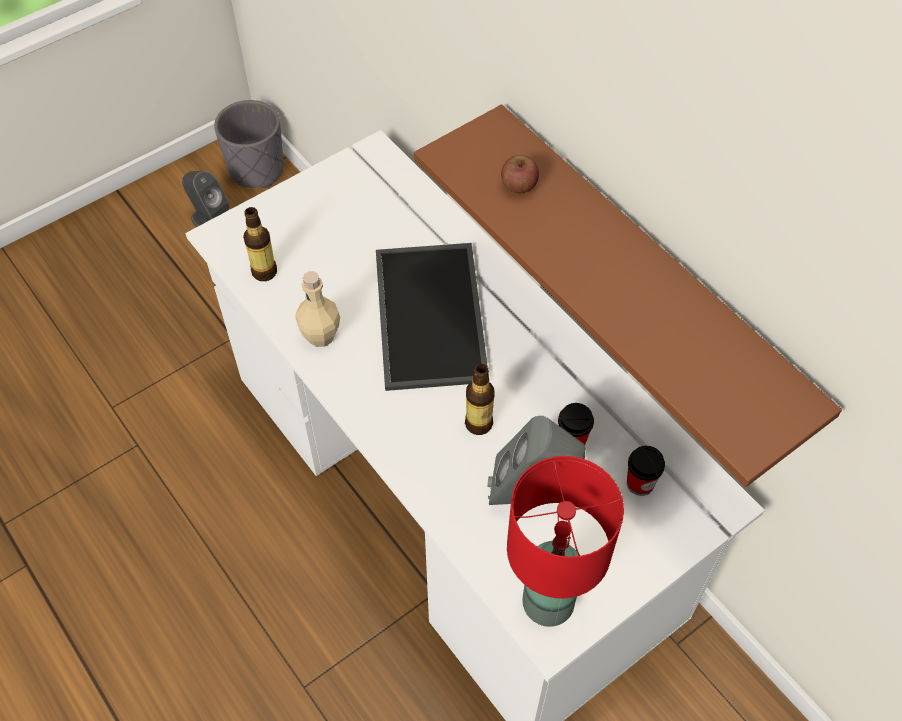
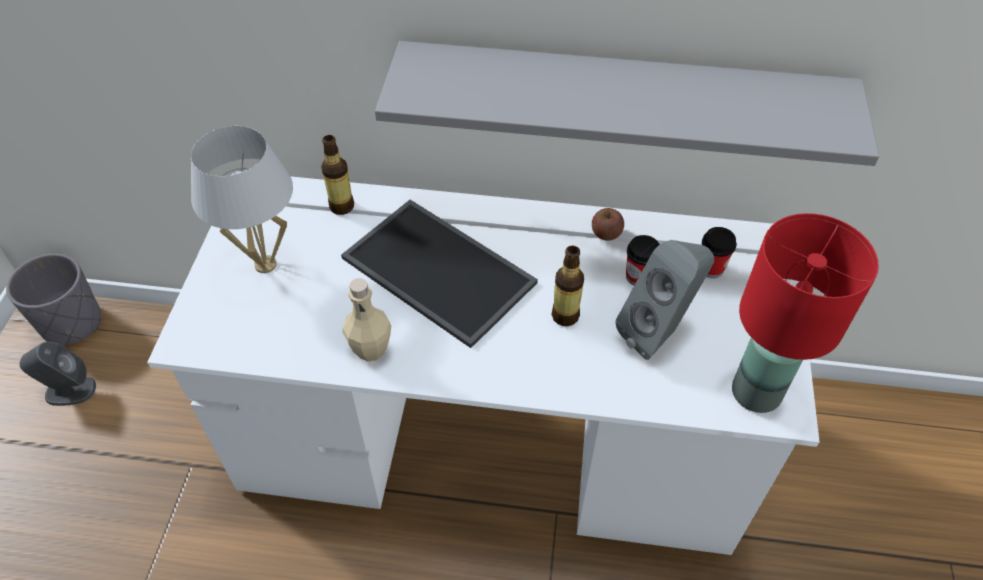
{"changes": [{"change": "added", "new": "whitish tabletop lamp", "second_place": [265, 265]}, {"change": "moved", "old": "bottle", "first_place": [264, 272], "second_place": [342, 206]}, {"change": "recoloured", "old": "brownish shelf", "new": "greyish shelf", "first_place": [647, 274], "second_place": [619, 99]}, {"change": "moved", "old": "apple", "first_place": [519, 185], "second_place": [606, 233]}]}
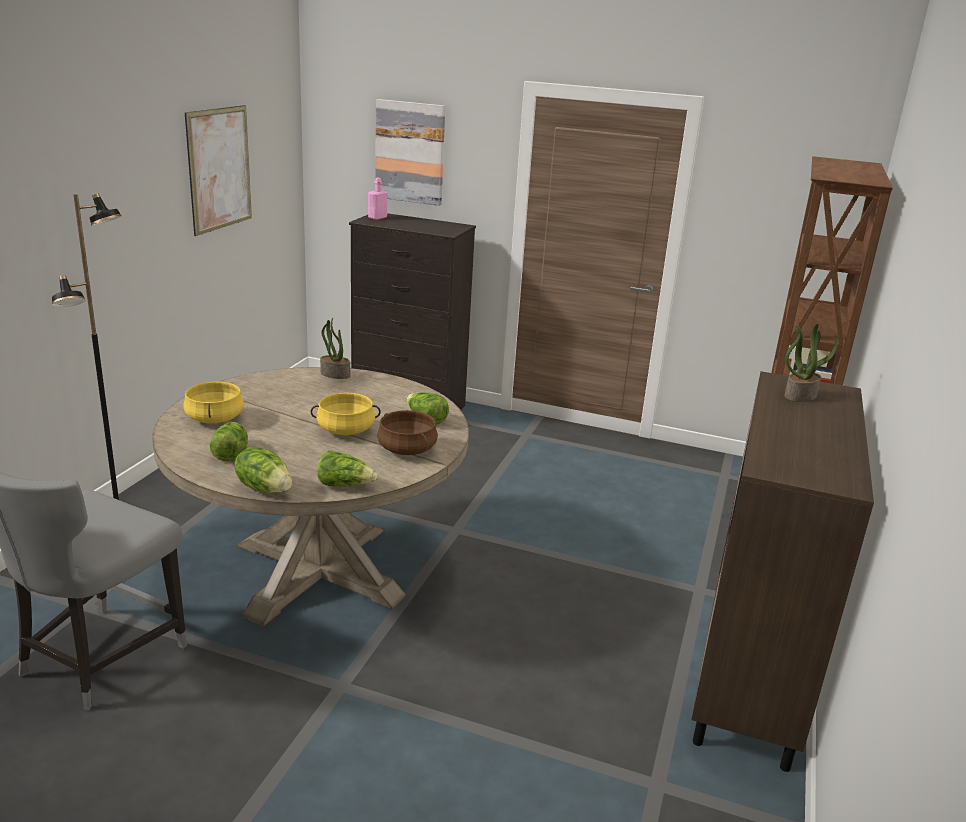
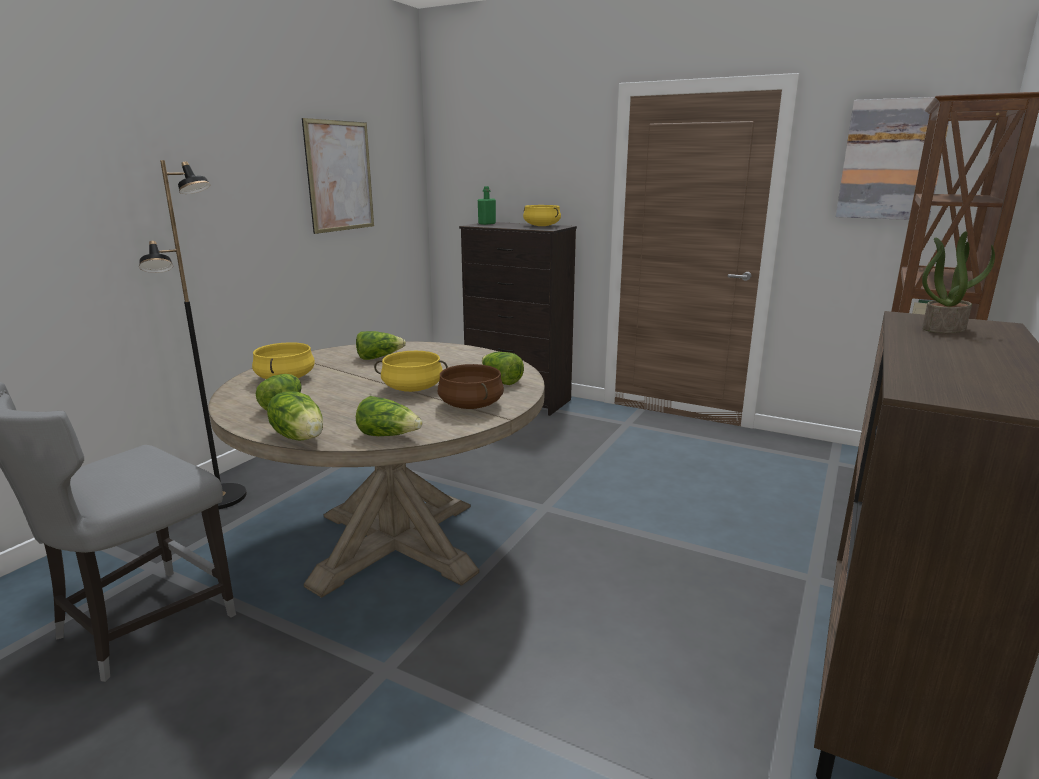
{"changes": [{"change": "added", "new": "lettuce", "second_place": [379, 357]}, {"change": "recoloured", "old": "pink-coloured bottle", "new": "greenish bottle", "first_place": [377, 218], "second_place": [487, 223]}, {"change": "added", "new": "yellow stockpot", "second_place": [541, 226]}, {"change": "moved", "old": "picture", "first_place": [410, 152], "second_place": [891, 160]}, {"change": "removed", "old": "plant in a pot", "first_place": [334, 374]}]}
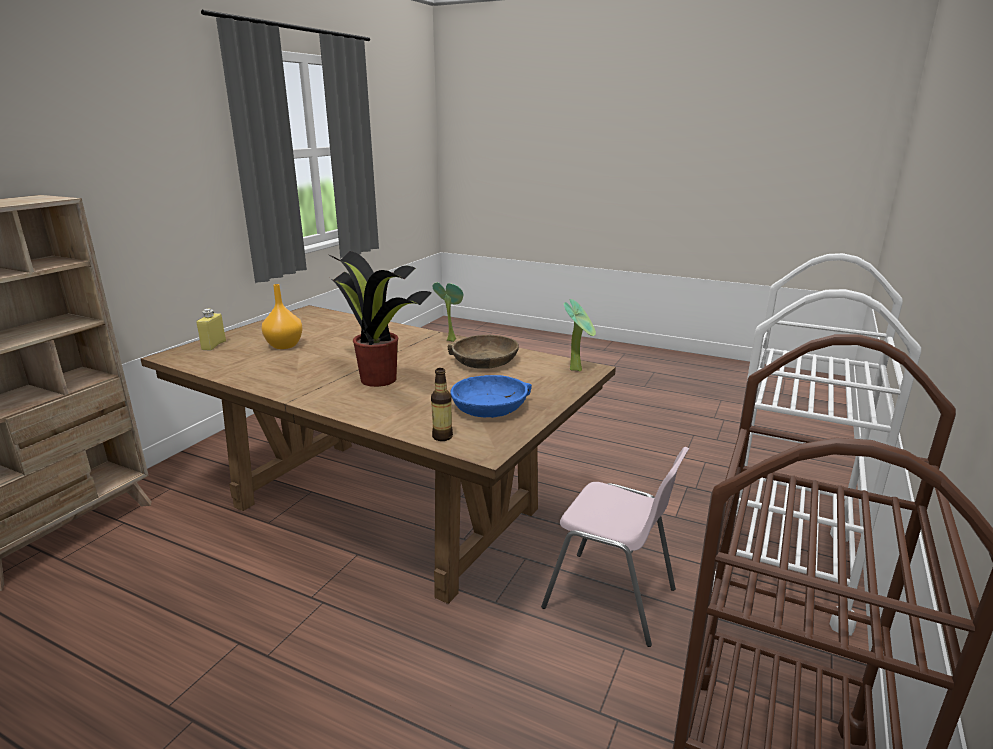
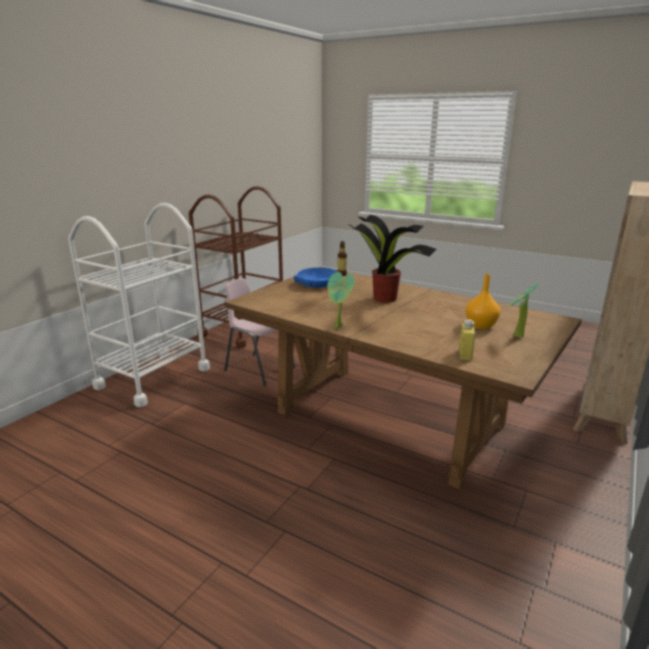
{"changes": [{"change": "moved", "old": "yellow bottle", "first_place": [214, 345], "second_place": [465, 354]}, {"change": "moved", "old": "plant in a pot", "first_place": [577, 369], "second_place": [516, 337]}, {"change": "removed", "old": "brownish bowl", "first_place": [484, 361]}]}
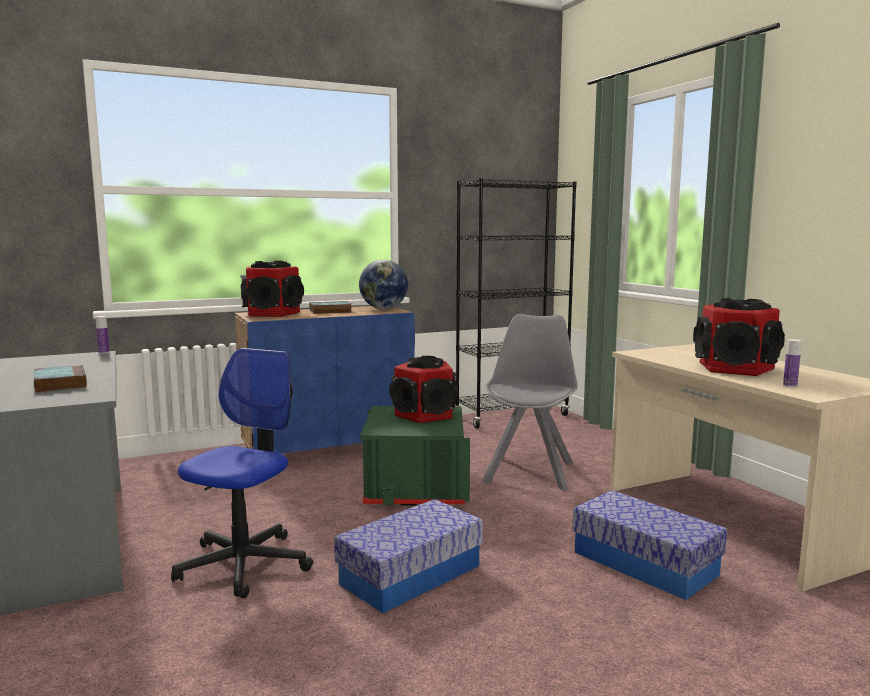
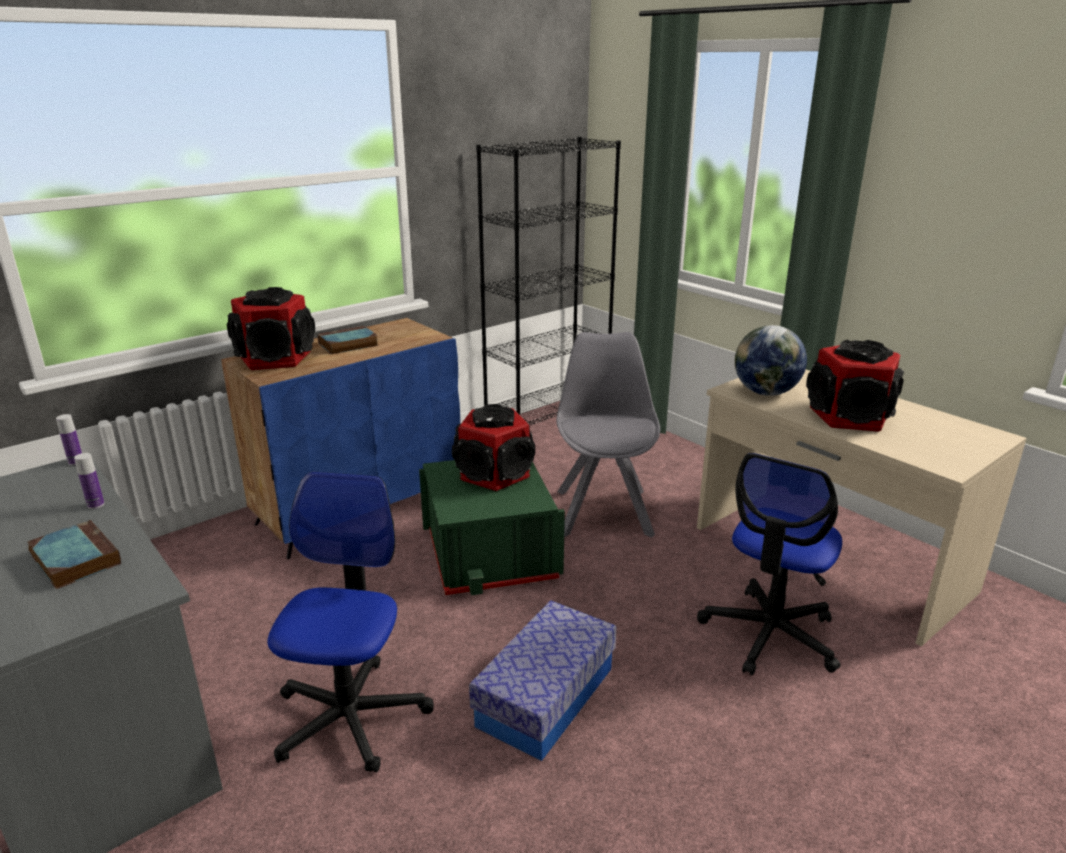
{"changes": [{"change": "moved", "old": "bottle", "first_place": [790, 385], "second_place": [96, 505]}, {"change": "replaced", "old": "storage container", "new": "desk chair", "first_place": [644, 563], "second_place": [770, 634]}, {"change": "moved", "old": "globe", "first_place": [383, 309], "second_place": [765, 393]}]}
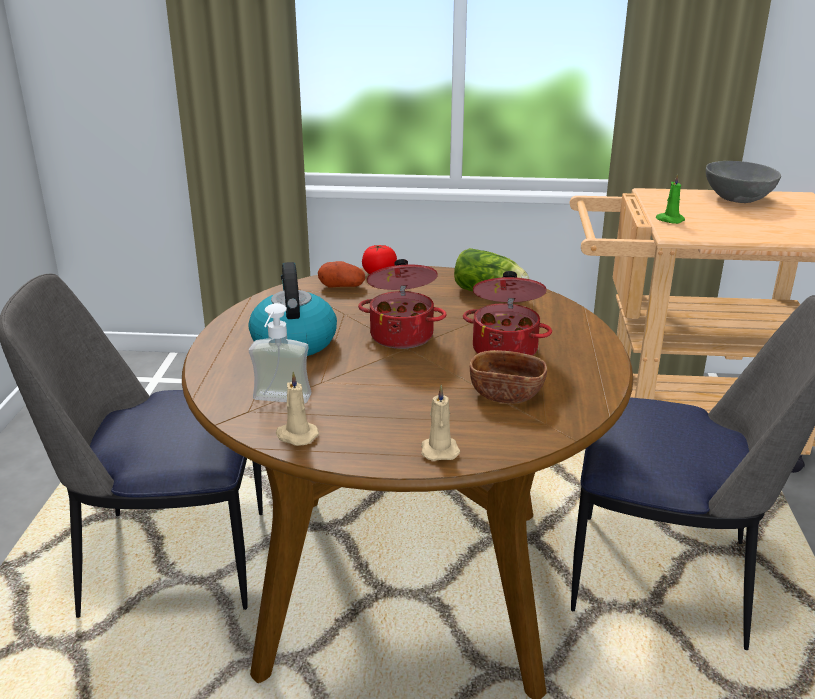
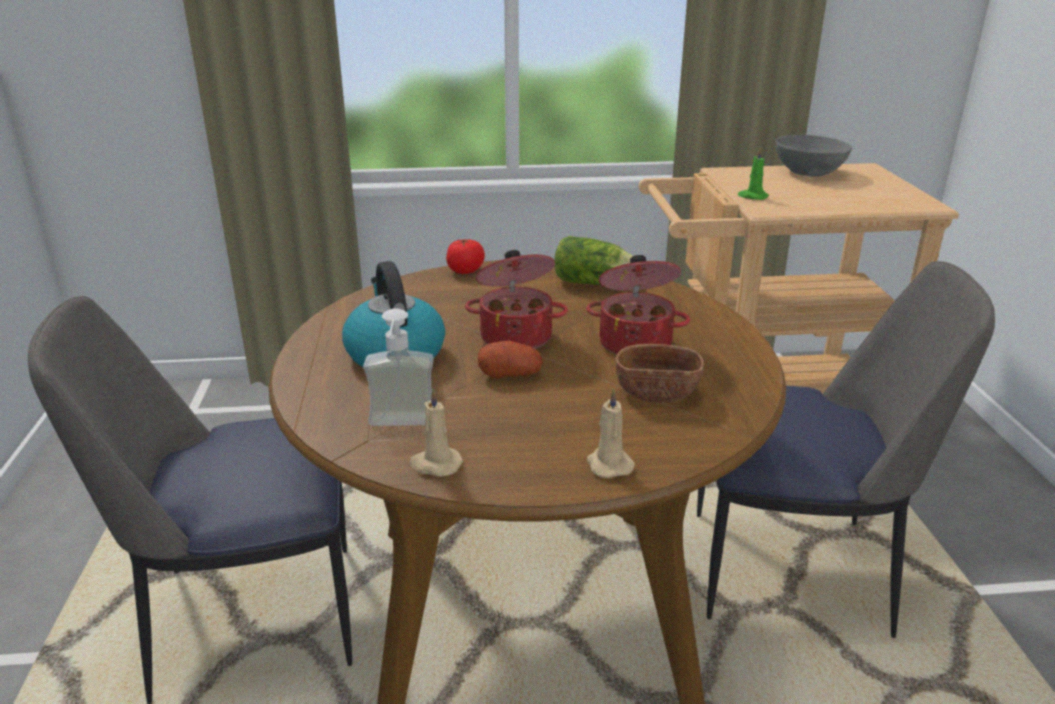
{"changes": [{"change": "moved", "old": "whole potato", "first_place": [342, 286], "second_place": [510, 374]}]}
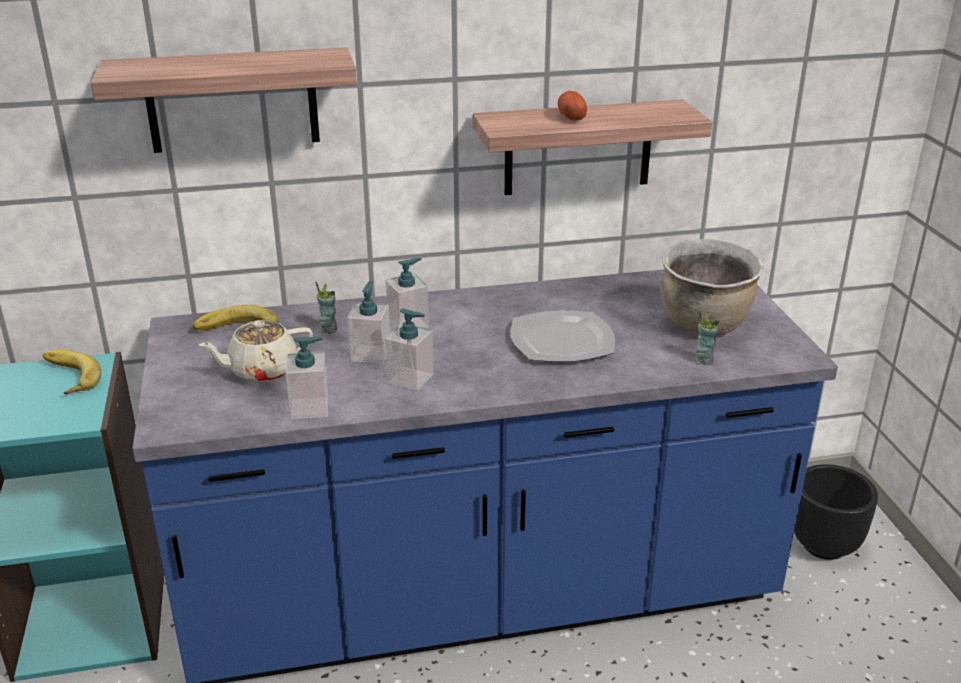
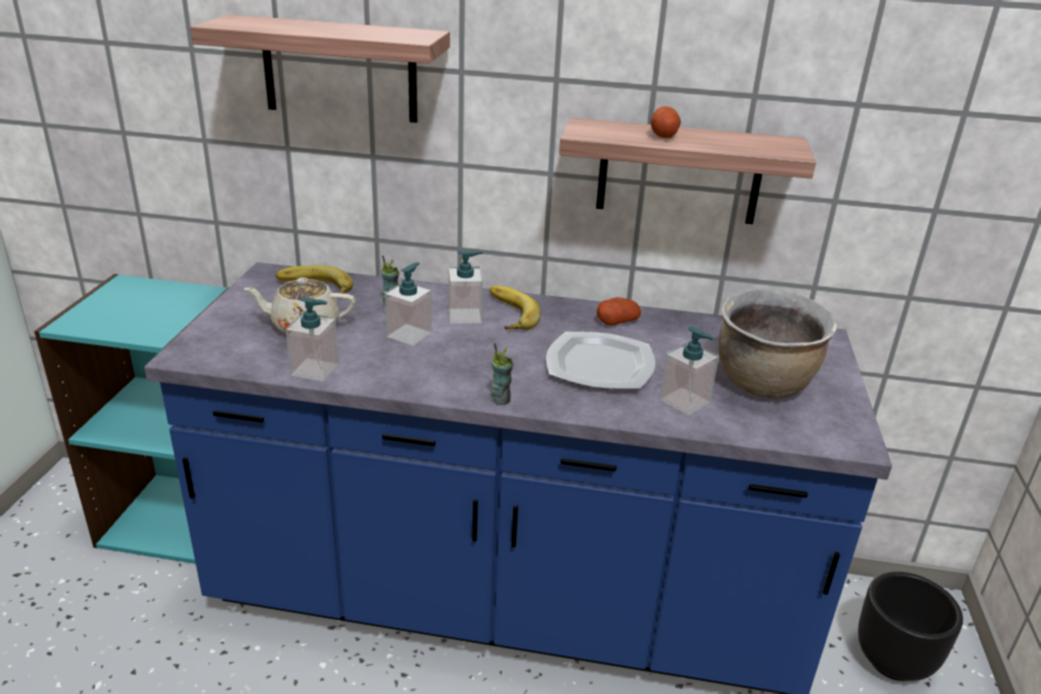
{"changes": [{"change": "moved", "old": "banana", "first_place": [66, 377], "second_place": [507, 314]}, {"change": "moved", "old": "drinking cup", "first_place": [703, 360], "second_place": [500, 399]}, {"change": "added", "new": "whole potato", "second_place": [617, 322]}, {"change": "moved", "old": "soap dispenser", "first_place": [410, 379], "second_place": [685, 401]}]}
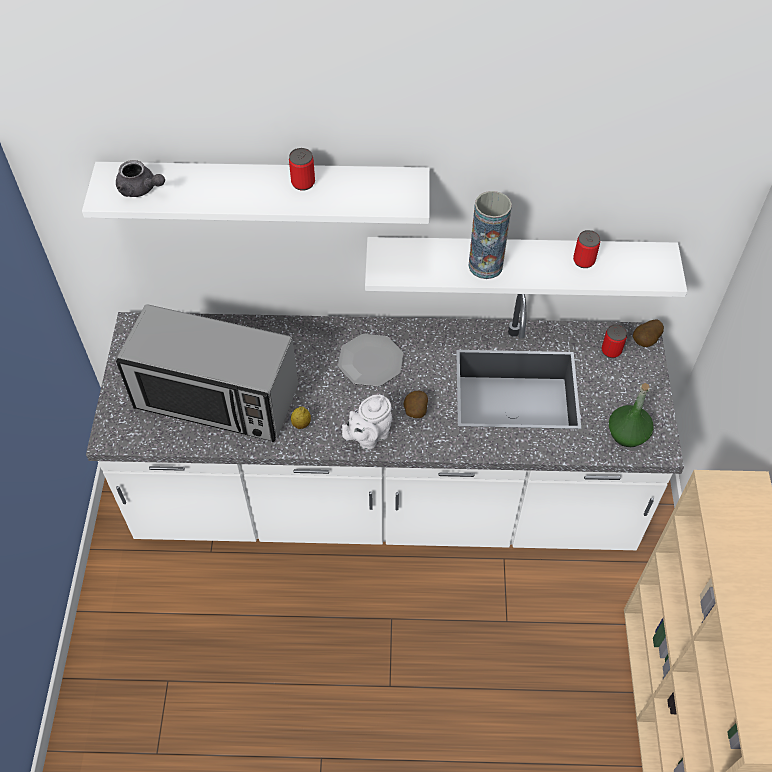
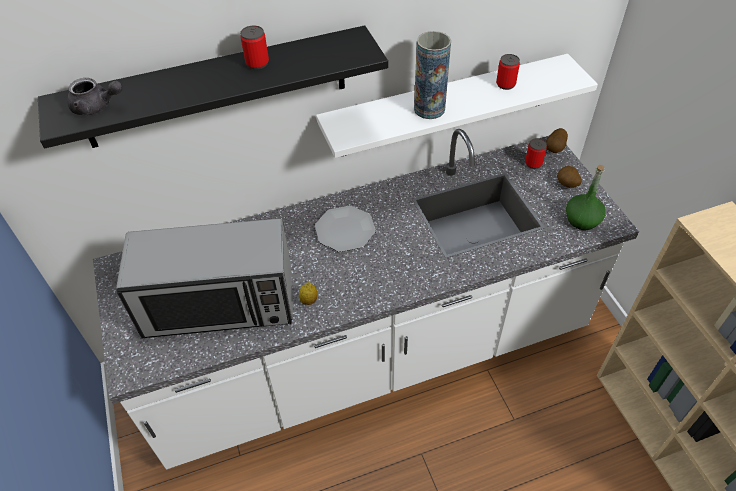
{"changes": [{"change": "recoloured", "old": "whitish shelf", "new": "black-coloured shelf", "first_place": [265, 190], "second_place": [216, 88]}, {"change": "moved", "old": "whole potato", "first_place": [414, 412], "second_place": [566, 185]}, {"change": "removed", "old": "whitish pot for tea", "first_place": [368, 436]}]}
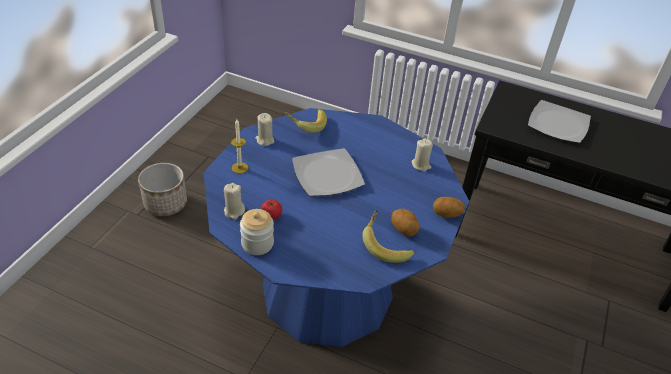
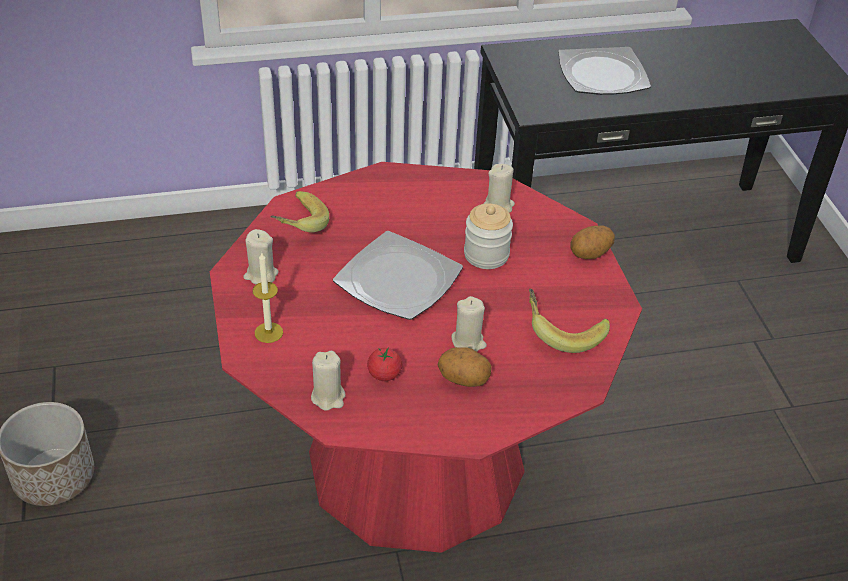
{"changes": [{"change": "recoloured", "old": "bluish kitchen table", "new": "reddish kitchen table", "first_place": [327, 290], "second_place": [416, 461]}, {"change": "moved", "old": "whole potato", "first_place": [404, 230], "second_place": [464, 379]}, {"change": "added", "new": "sand-coloured wax light", "second_place": [468, 342]}, {"change": "moved", "old": "storage jar", "first_place": [257, 243], "second_place": [486, 255]}]}
